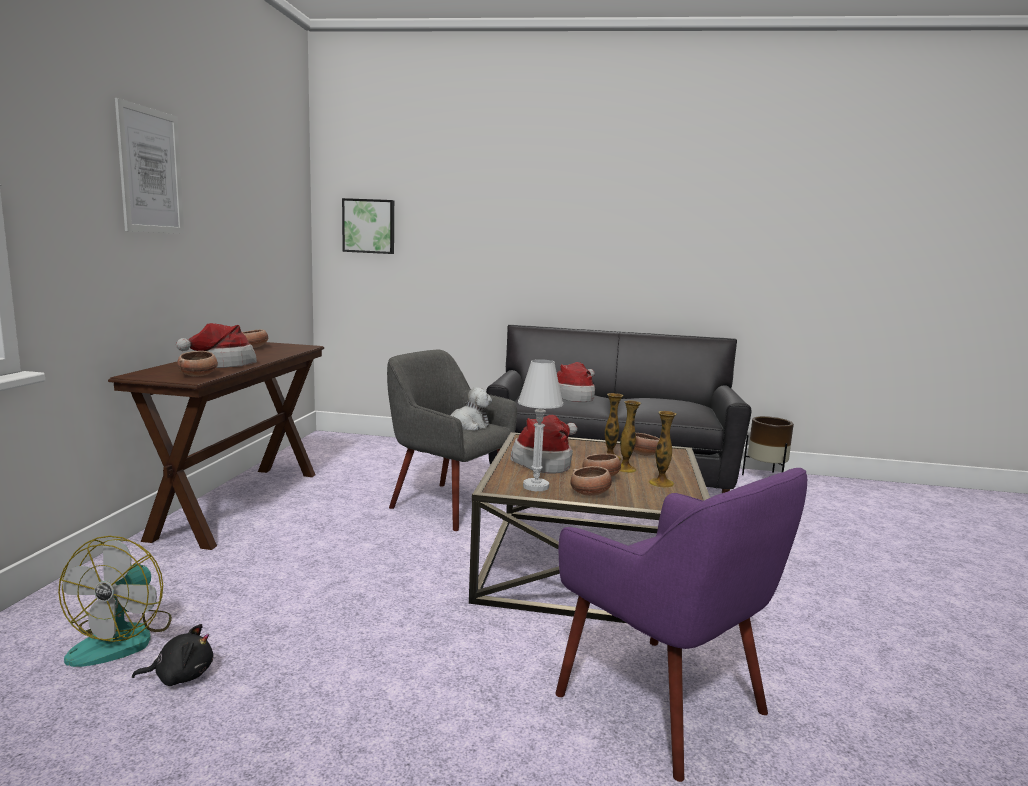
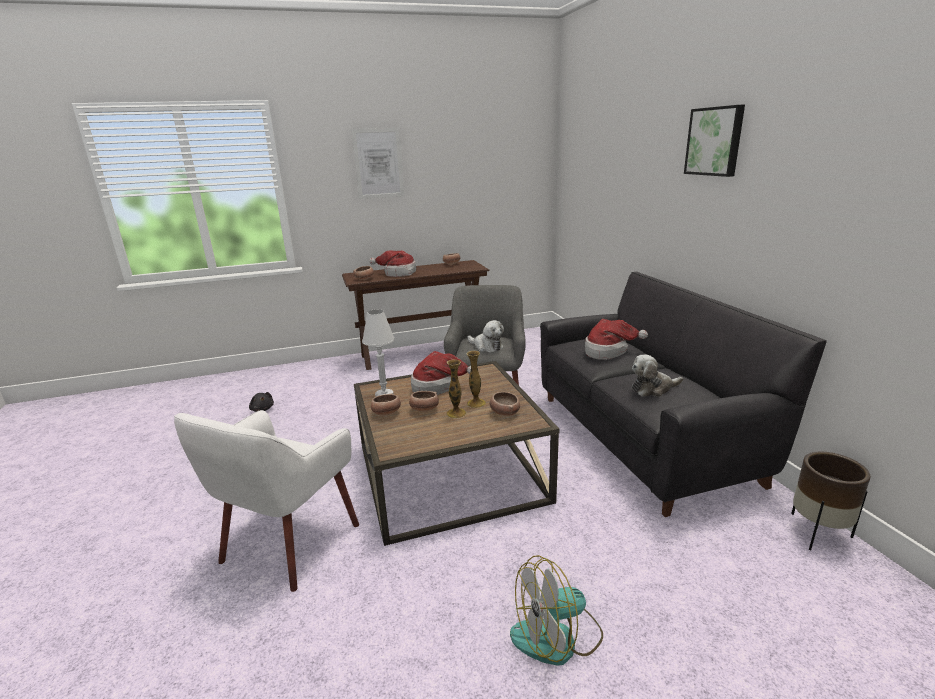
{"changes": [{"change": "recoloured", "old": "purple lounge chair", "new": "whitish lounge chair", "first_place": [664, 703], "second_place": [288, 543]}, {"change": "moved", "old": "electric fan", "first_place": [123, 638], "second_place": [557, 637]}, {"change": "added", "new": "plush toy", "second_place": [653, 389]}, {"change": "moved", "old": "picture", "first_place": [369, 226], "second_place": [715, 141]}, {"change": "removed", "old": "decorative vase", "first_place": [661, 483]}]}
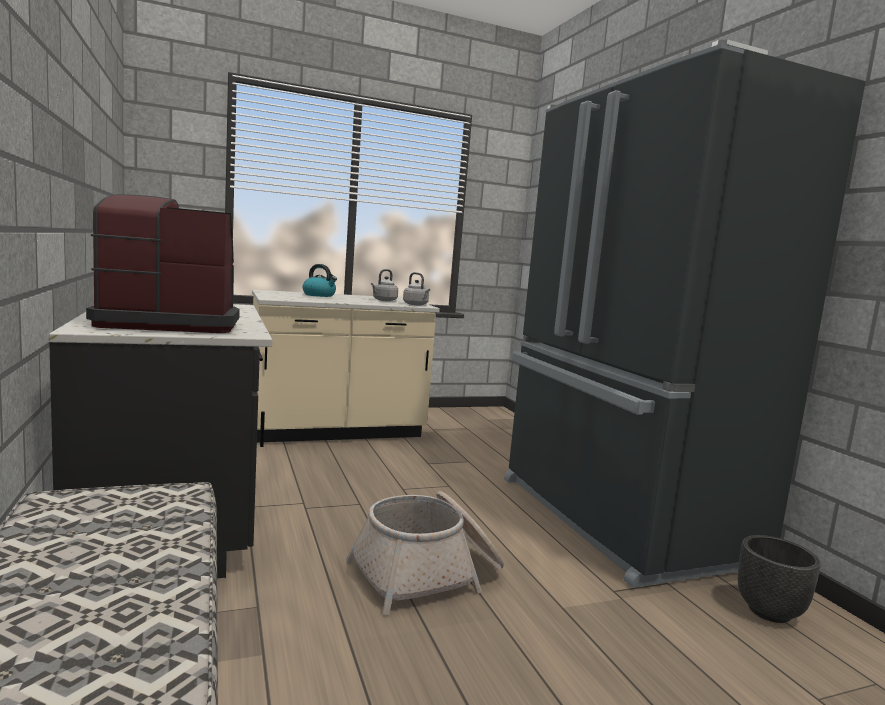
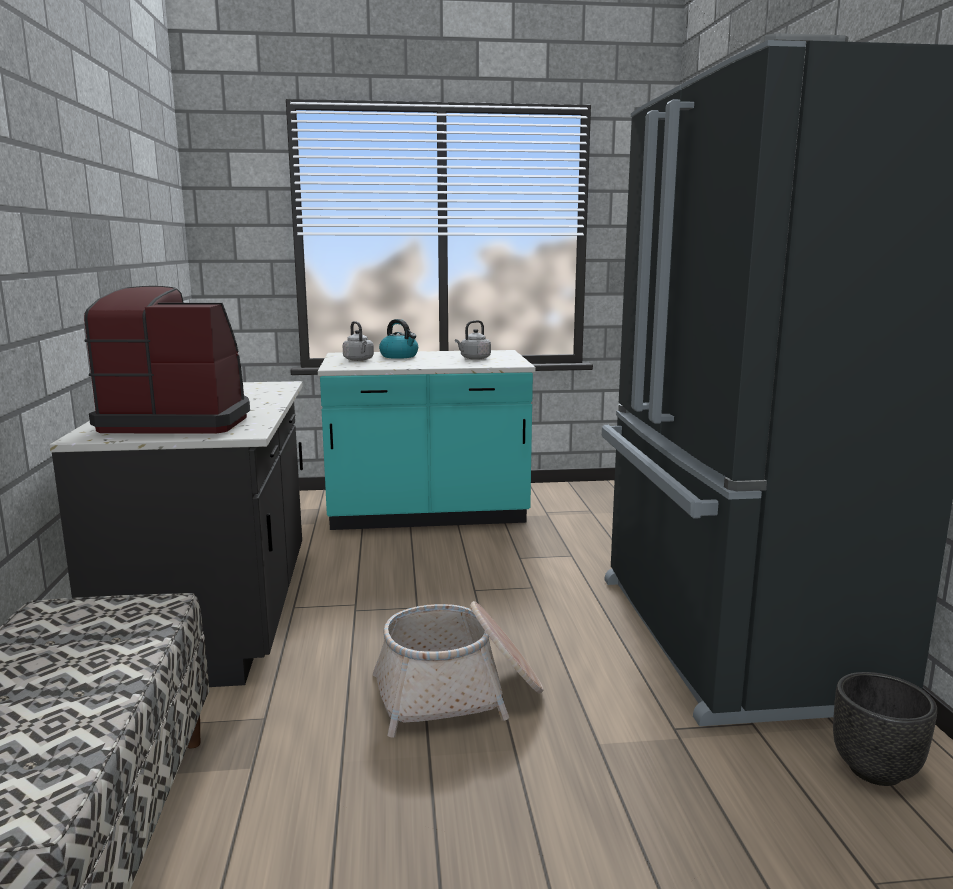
{"changes": [{"change": "recoloured", "old": "sand-coloured kitchen base unit", "new": "blue-green kitchen base unit", "first_place": [336, 430], "second_place": [427, 514]}, {"change": "moved", "old": "greyish water kettle", "first_place": [416, 304], "second_place": [359, 360]}]}
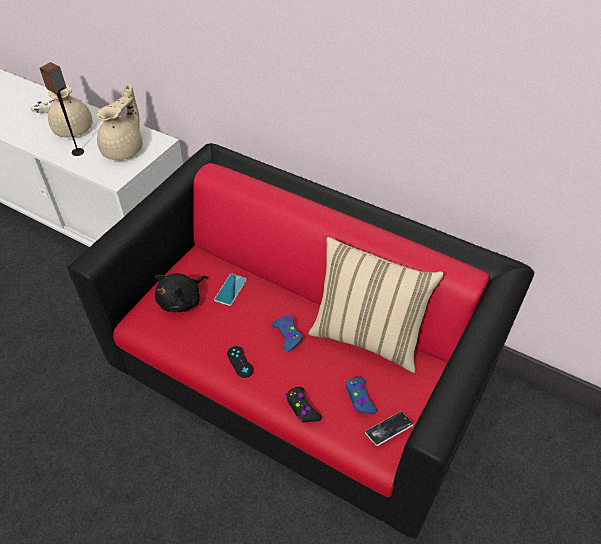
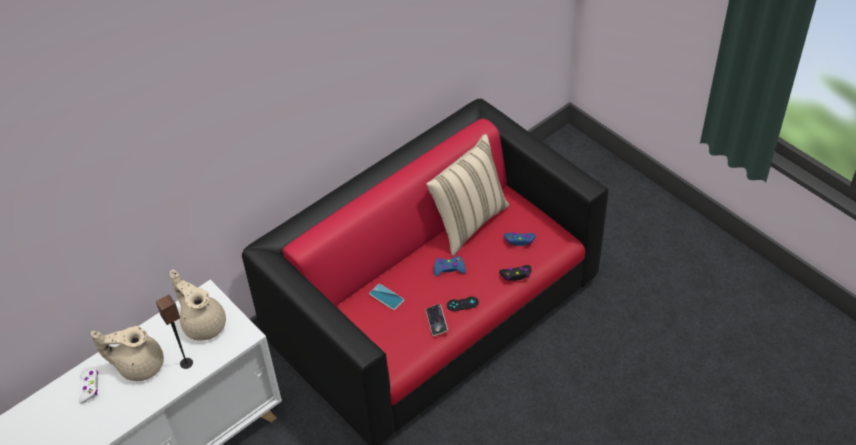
{"changes": [{"change": "moved", "old": "handset", "first_place": [388, 430], "second_place": [436, 321]}, {"change": "removed", "old": "black-coloured plush toy", "first_place": [182, 300]}]}
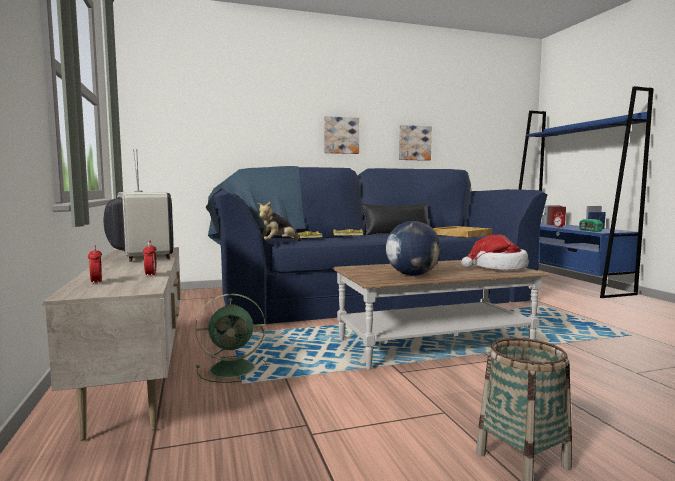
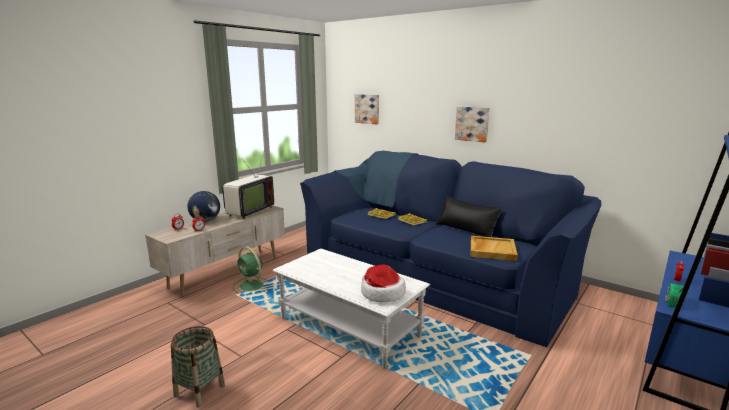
{"changes": [{"change": "moved", "old": "globe", "first_place": [412, 275], "second_place": [205, 220]}, {"change": "recoloured", "old": "brownish low table", "new": "whitish low table", "first_place": [434, 344], "second_place": [349, 327]}, {"change": "moved", "old": "picture", "first_place": [414, 143], "second_place": [367, 109]}, {"change": "removed", "old": "plush toy", "first_place": [278, 243]}]}
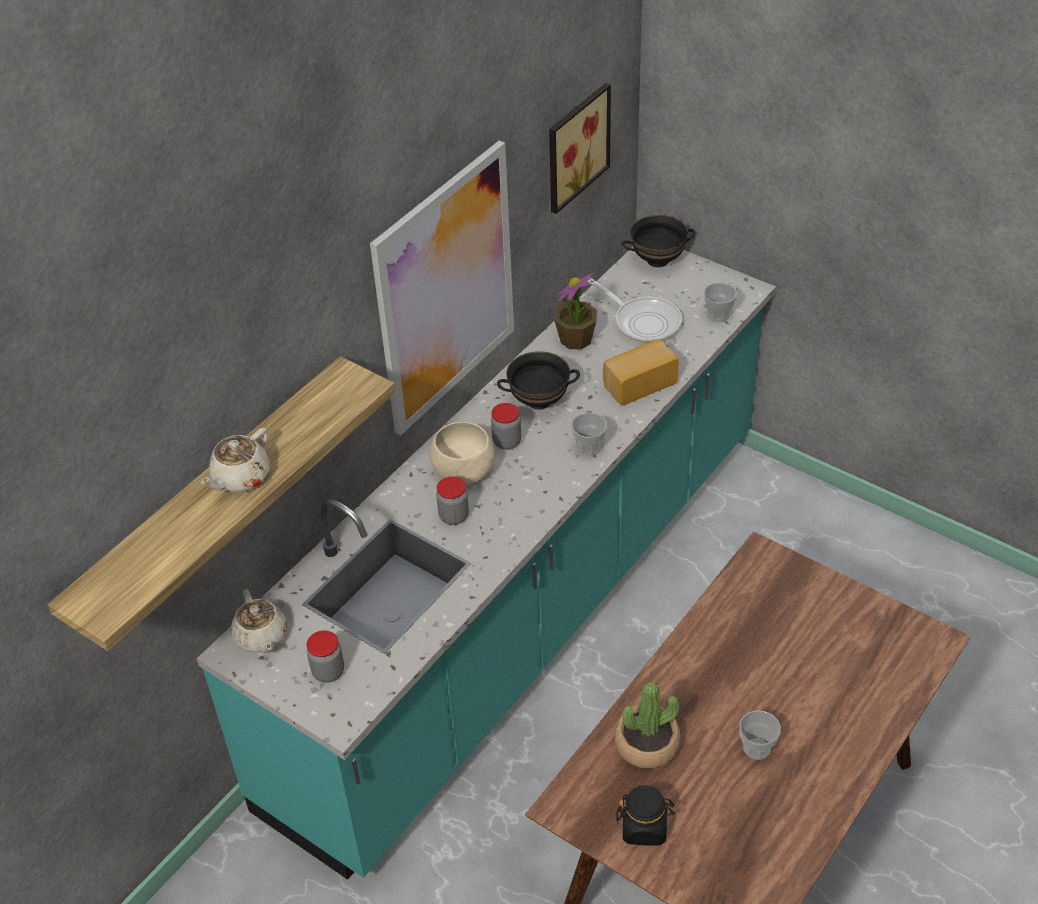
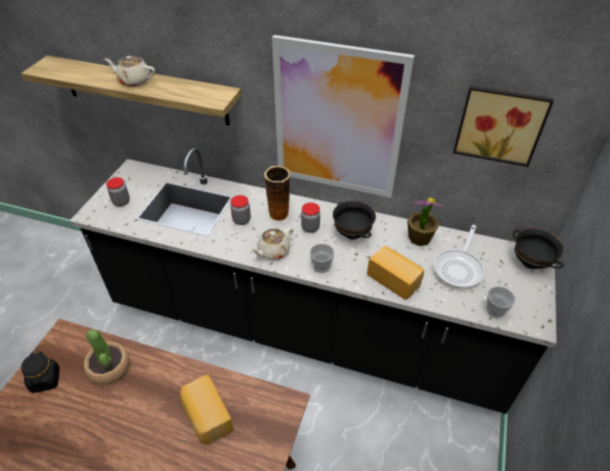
{"changes": [{"change": "recoloured", "old": "blue-green kitchen base unit", "new": "black-coloured kitchen base unit", "first_place": [526, 612], "second_place": [305, 329]}, {"change": "added", "new": "bread", "second_place": [206, 416]}, {"change": "moved", "old": "sand-coloured pot for tea", "first_place": [261, 637], "second_place": [273, 251]}, {"change": "replaced", "old": "sand-coloured bowl", "new": "decorative vase", "first_place": [462, 470], "second_place": [279, 215]}, {"change": "removed", "old": "drinking cup", "first_place": [757, 748]}]}
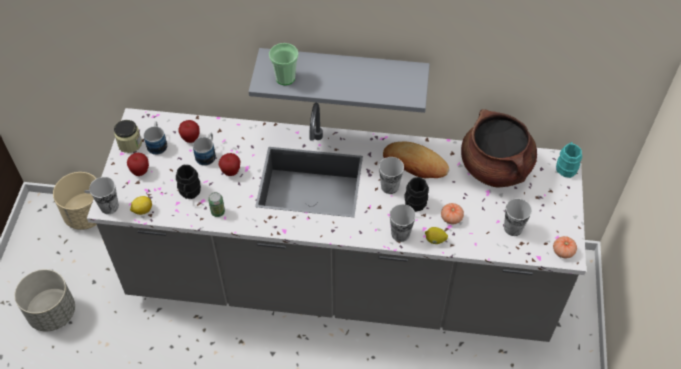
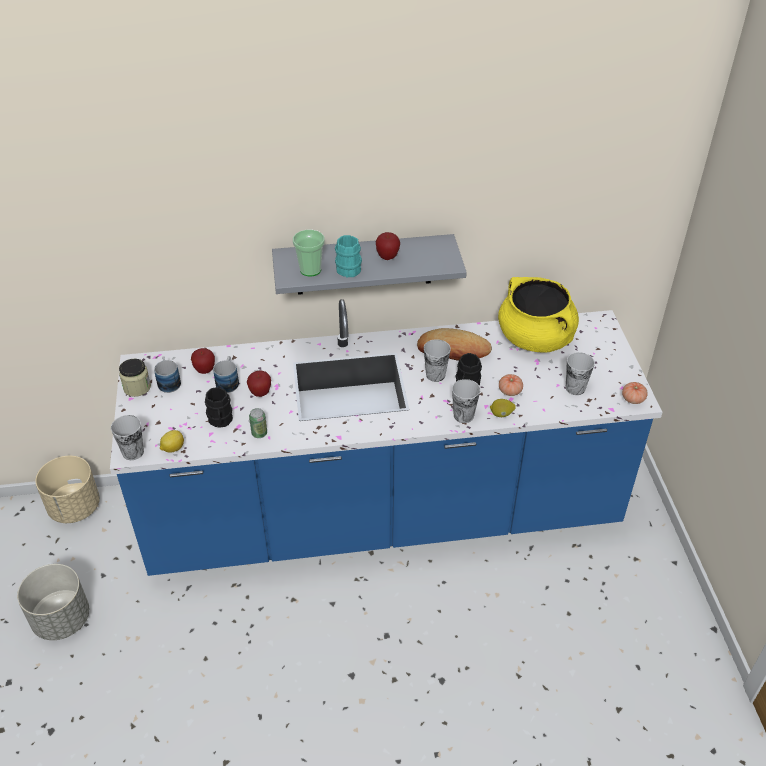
{"changes": [{"change": "recoloured", "old": "greyish kitchen base unit", "new": "bluish kitchen base unit", "first_place": [340, 280], "second_place": [383, 513]}, {"change": "moved", "old": "blue-green coffee mug", "first_place": [566, 166], "second_place": [348, 267]}, {"change": "moved", "old": "apple", "first_place": [140, 171], "second_place": [387, 257]}, {"change": "recoloured", "old": "brownish stockpot", "new": "yellow stockpot", "first_place": [495, 168], "second_place": [535, 338]}]}
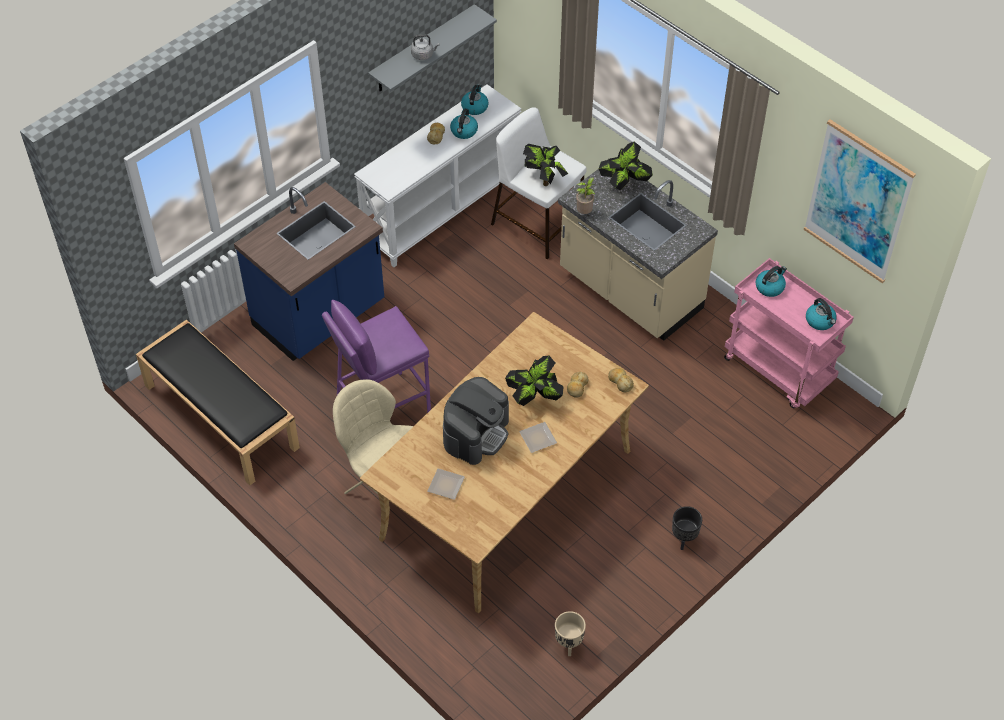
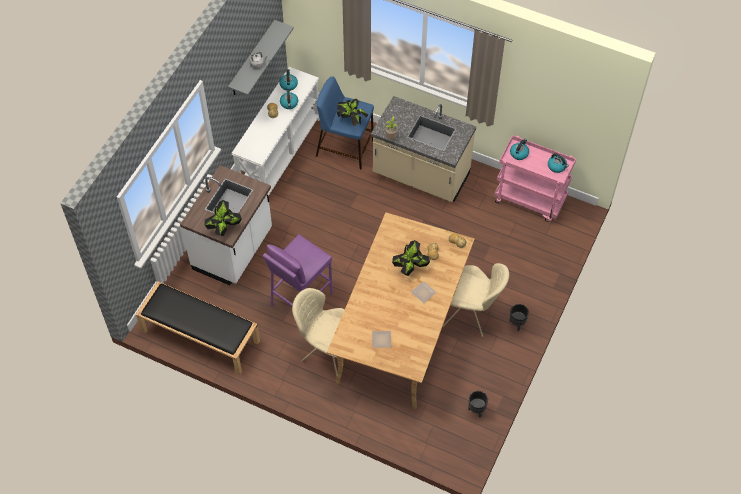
{"changes": [{"change": "recoloured", "old": "bluish kitchen base unit", "new": "whitish kitchen base unit", "first_place": [320, 316], "second_place": [233, 250]}, {"change": "moved", "old": "plant in a pot", "first_place": [624, 185], "second_place": [224, 228]}, {"change": "recoloured", "old": "whitish stool seat", "new": "bluish stool seat", "first_place": [538, 225], "second_place": [346, 148]}, {"change": "added", "new": "sand-coloured upright chair", "second_place": [470, 315]}, {"change": "recoloured", "old": "sand-coloured flower pot", "new": "black-coloured flower pot", "first_place": [568, 644], "second_place": [476, 410]}, {"change": "removed", "old": "coffee brewer", "first_place": [476, 433]}, {"change": "removed", "old": "picture", "first_place": [858, 202]}]}
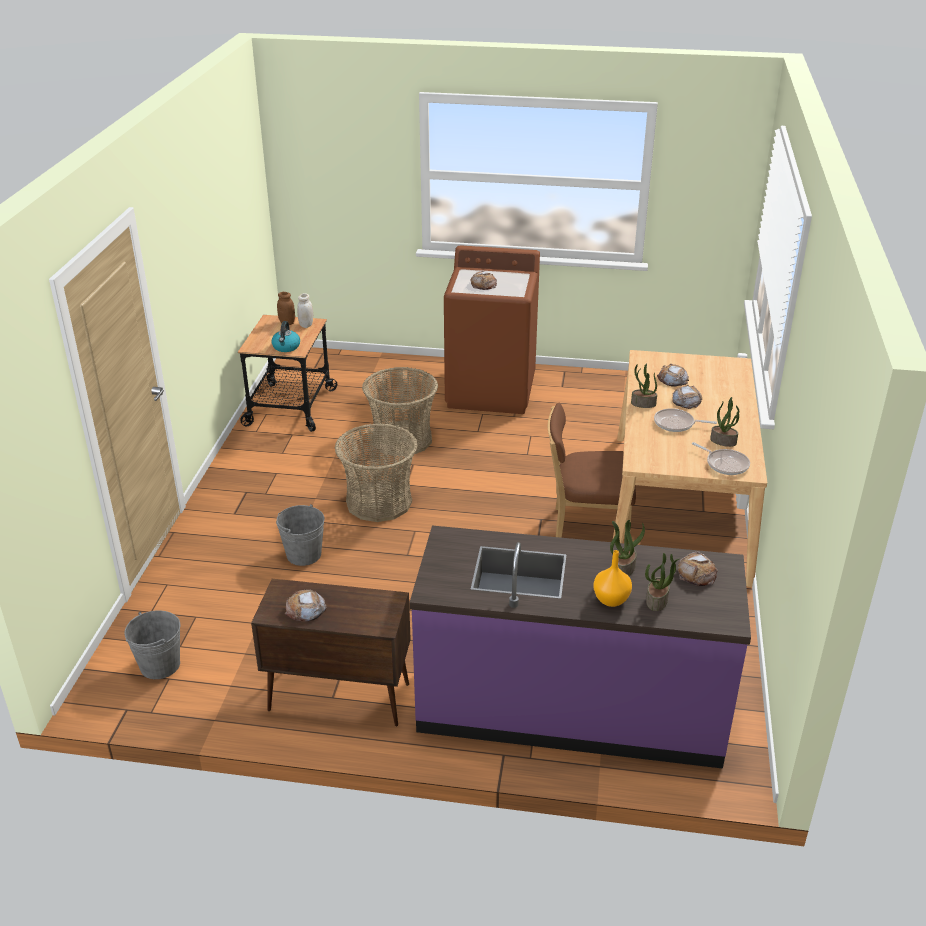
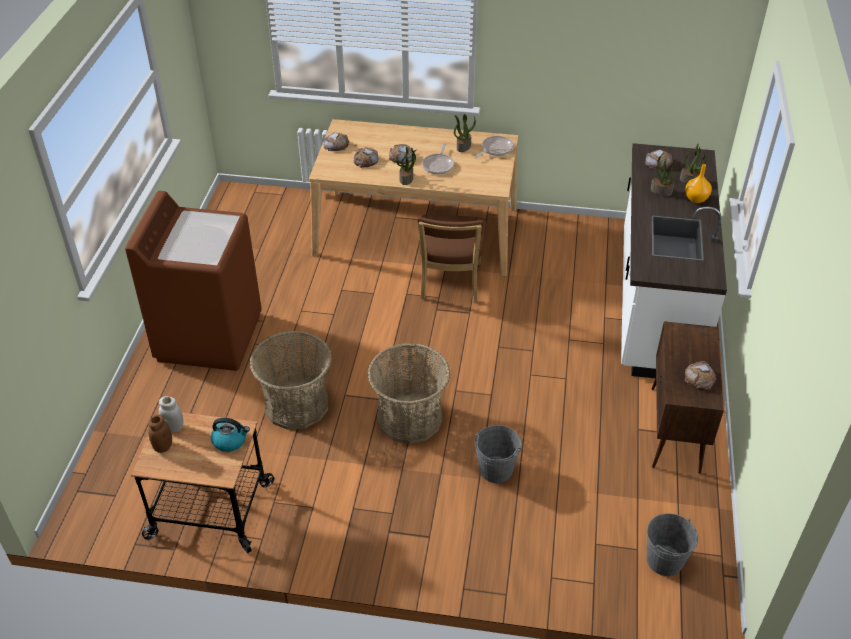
{"changes": [{"change": "moved", "old": "bread", "first_place": [483, 284], "second_place": [336, 145]}, {"change": "recoloured", "old": "purple kitchen base unit", "new": "whitish kitchen base unit", "first_place": [571, 707], "second_place": [655, 304]}]}
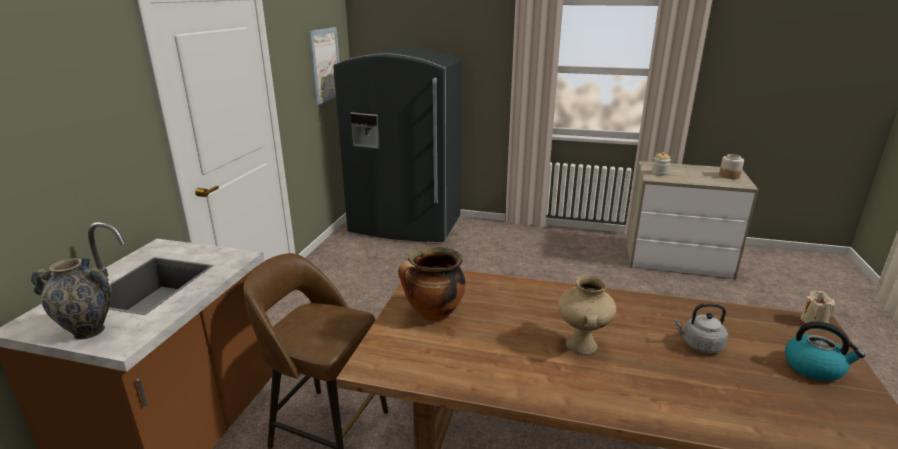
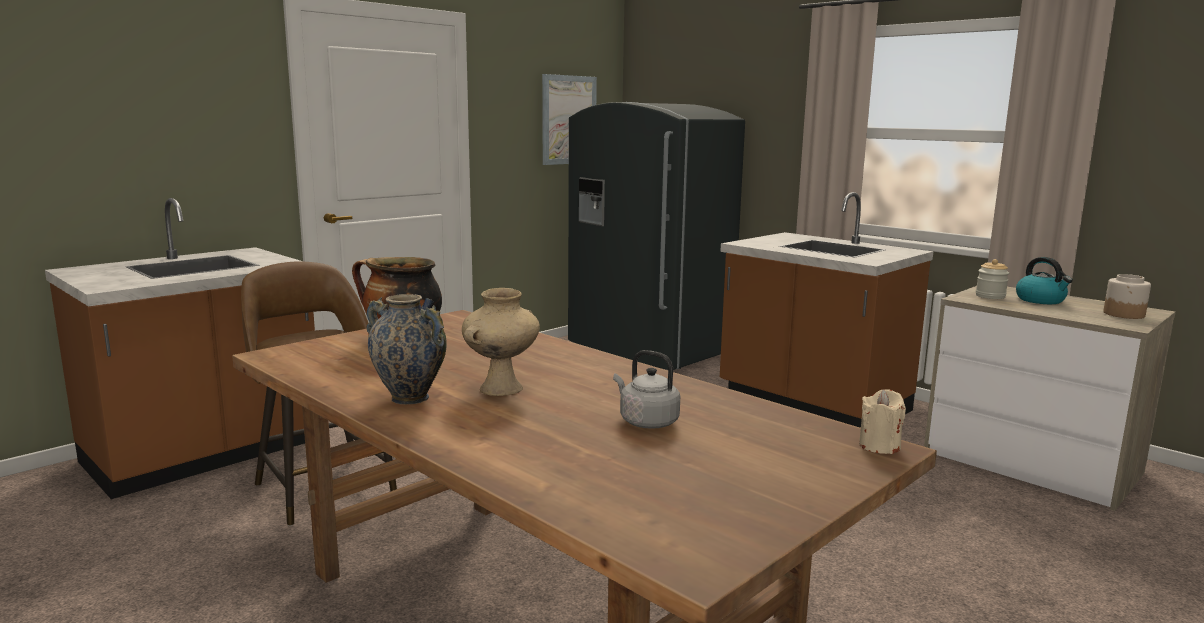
{"changes": [{"change": "moved", "old": "decorative vase", "first_place": [88, 331], "second_place": [409, 398]}, {"change": "added", "new": "brownish kitchen base unit", "second_place": [812, 403]}, {"change": "moved", "old": "water kettle", "first_place": [814, 367], "second_place": [1041, 300]}]}
